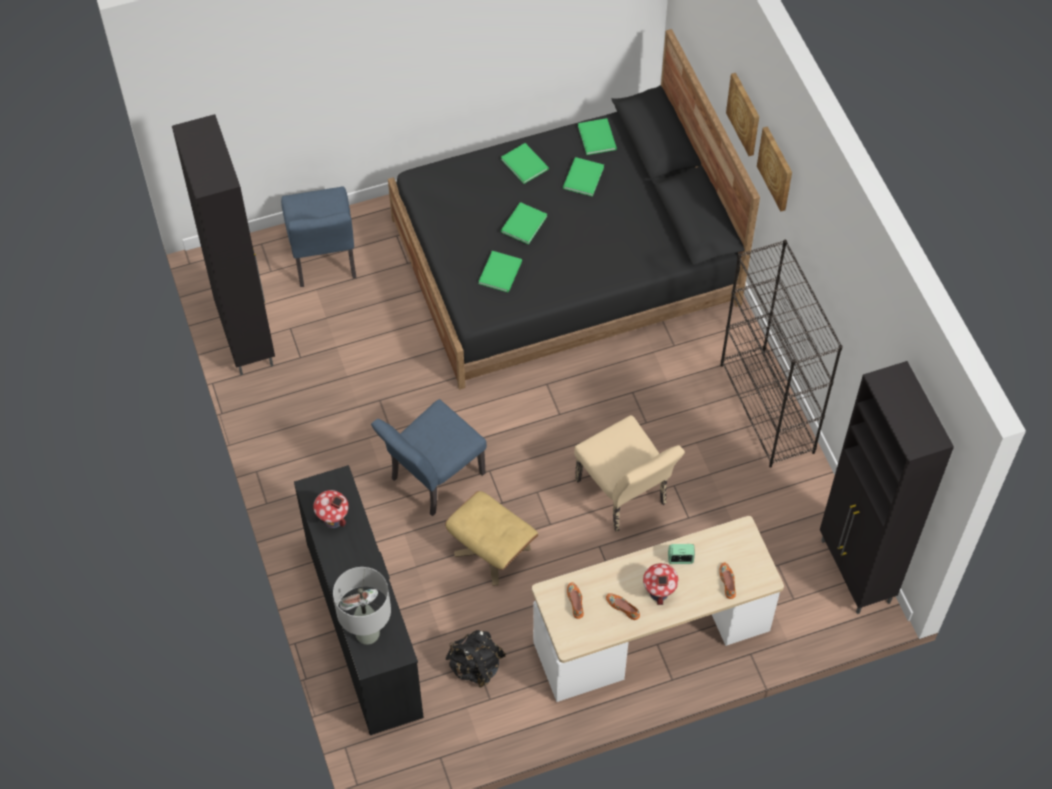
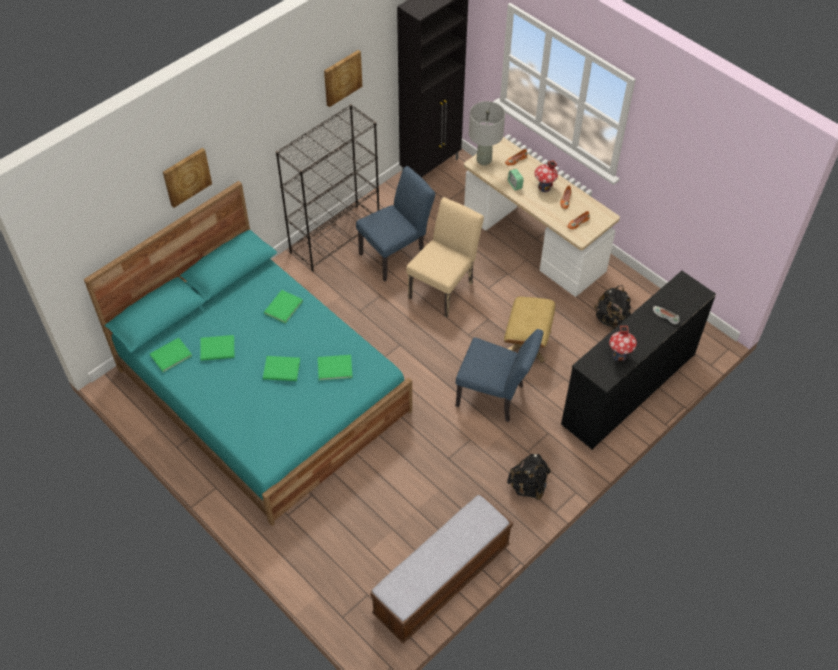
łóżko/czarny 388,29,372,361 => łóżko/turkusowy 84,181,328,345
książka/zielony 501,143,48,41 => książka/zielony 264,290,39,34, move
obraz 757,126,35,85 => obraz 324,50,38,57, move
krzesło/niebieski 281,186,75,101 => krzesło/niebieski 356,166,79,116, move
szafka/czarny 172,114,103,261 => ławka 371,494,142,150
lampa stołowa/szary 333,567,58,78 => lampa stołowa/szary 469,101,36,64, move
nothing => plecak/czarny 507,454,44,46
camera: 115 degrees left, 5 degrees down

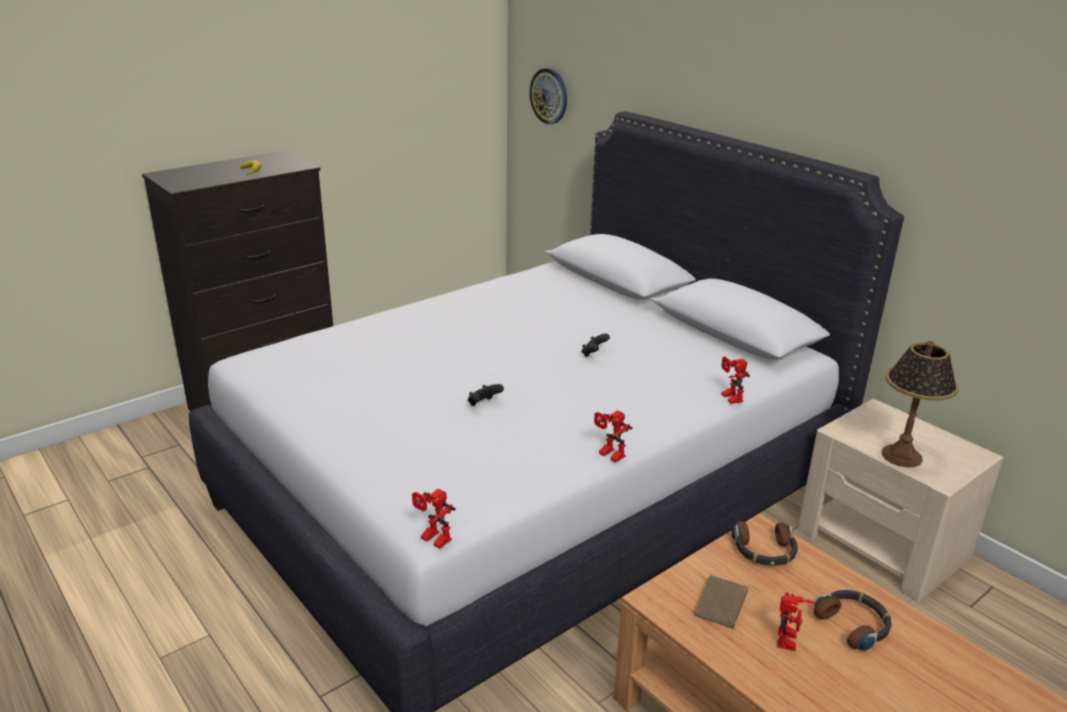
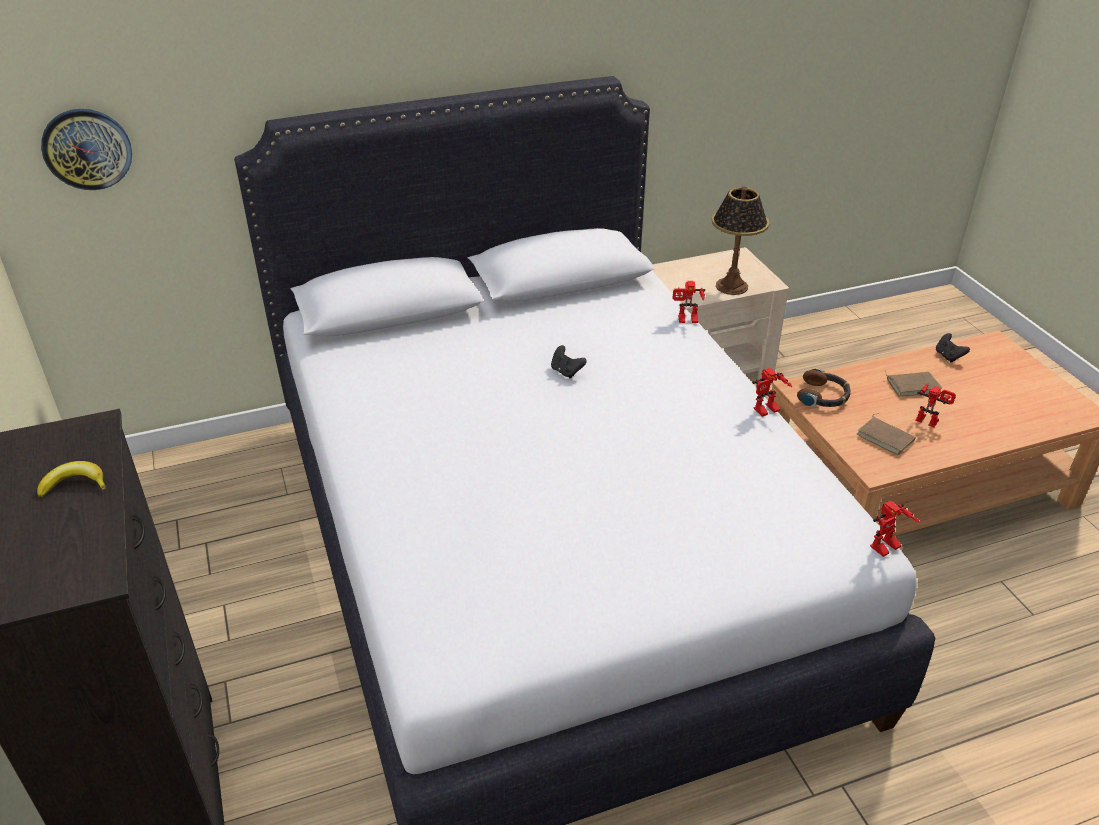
słuchawki 814,590,78,61 => książka/brązowy 884,370,58,27
pad do gier/czarny 468,384,36,22 => pad do gier/czarny 936,333,34,30, move
camera: 70 degrees left, 10 degrees up

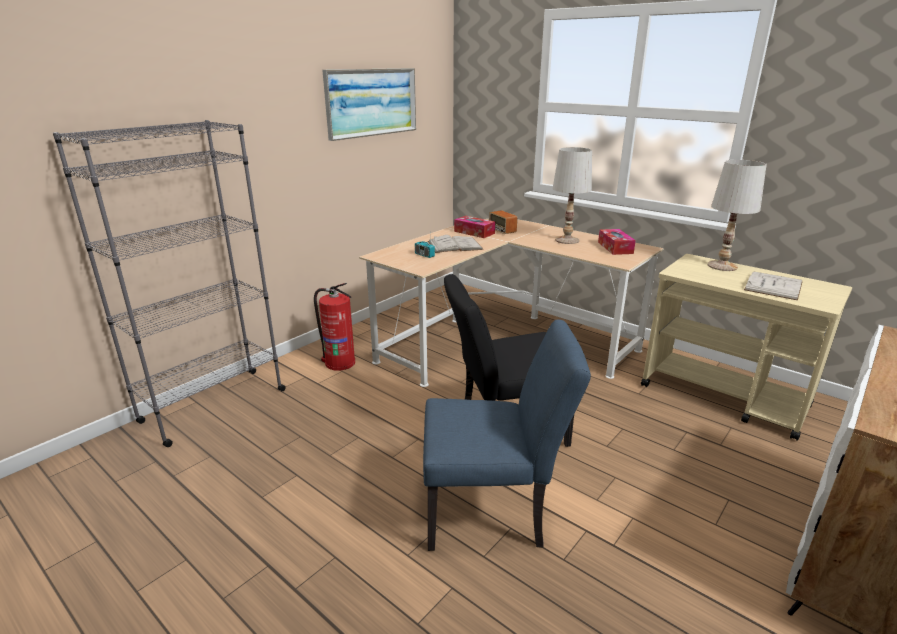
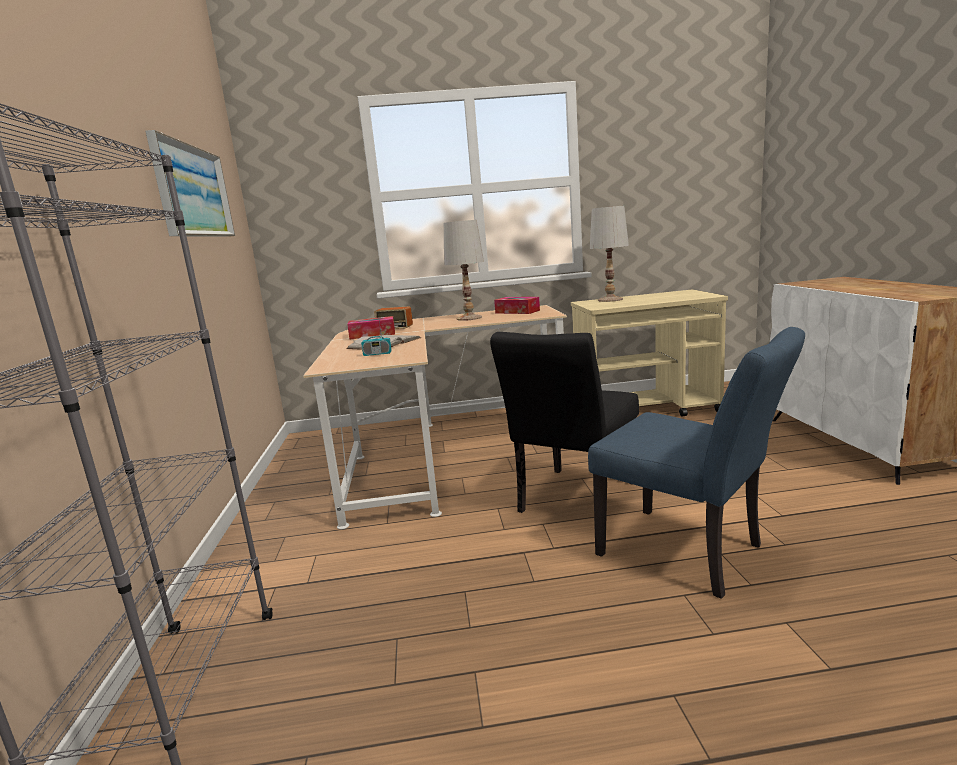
krzesło/niebieski 423,320,168,231 => krzesło/niebieski 588,327,217,272, 90 degrees clockwise
gaśnica 314,283,41,88 => nothing
książka/biały 744,271,59,29 => nothing
camera: 45 degrees left, 10 degrees down

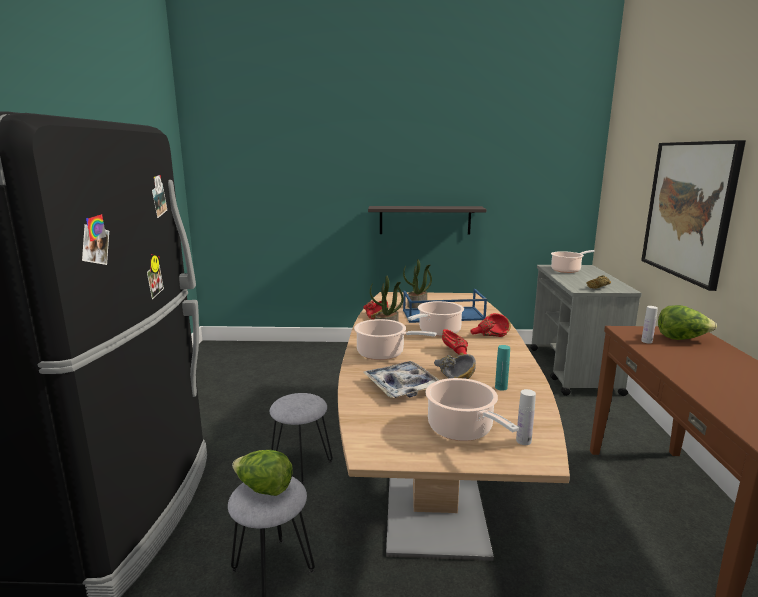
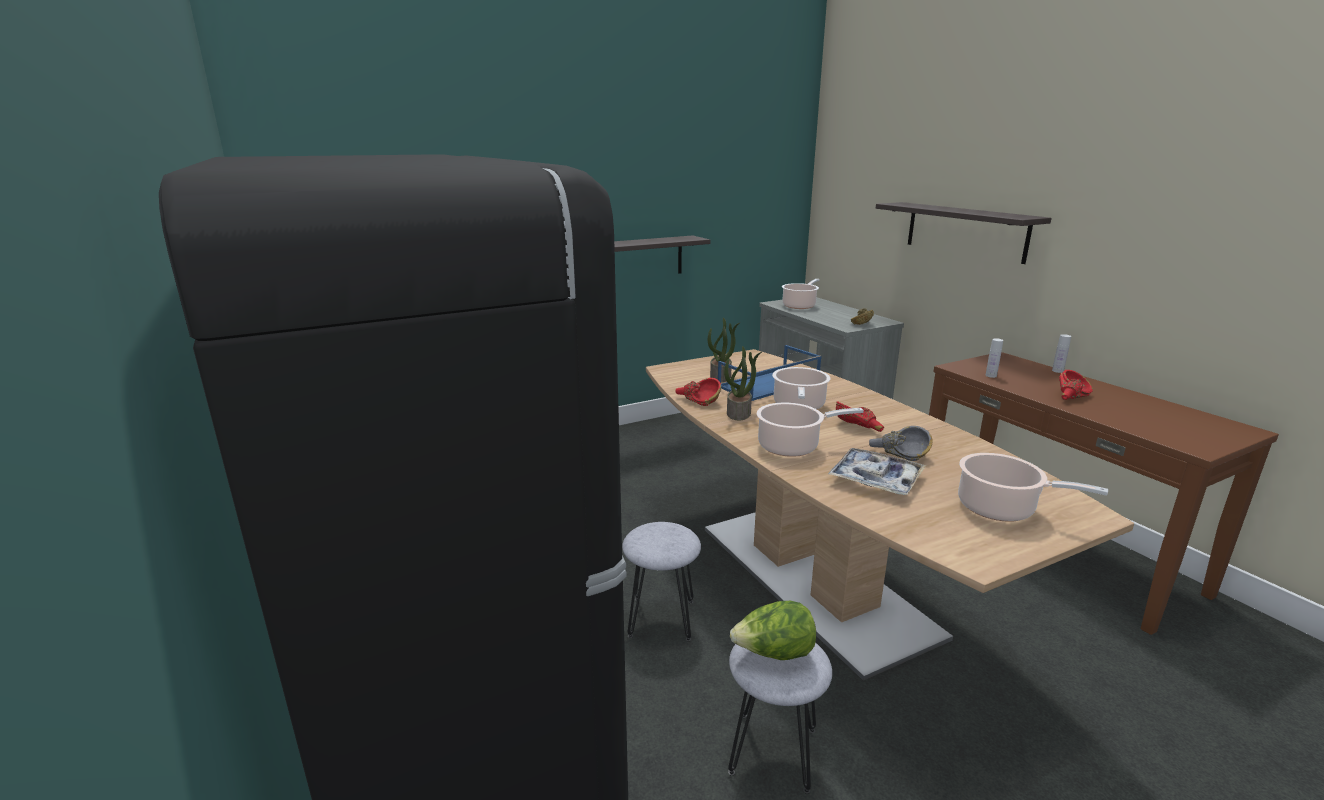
obraz 641,140,105,151 => półka 876,202,176,62
butelka/biały 516,389,20,56 => butelka/biały 1052,334,19,39, move
miska/czerwony 470,313,41,24 => miska/czerwony 1059,370,34,30, move
butelka/turkusowy 495,345,15,46 => nothing
sałata 658,305,59,35 => nothing
camera: 30 degrees left, 5 degrees up

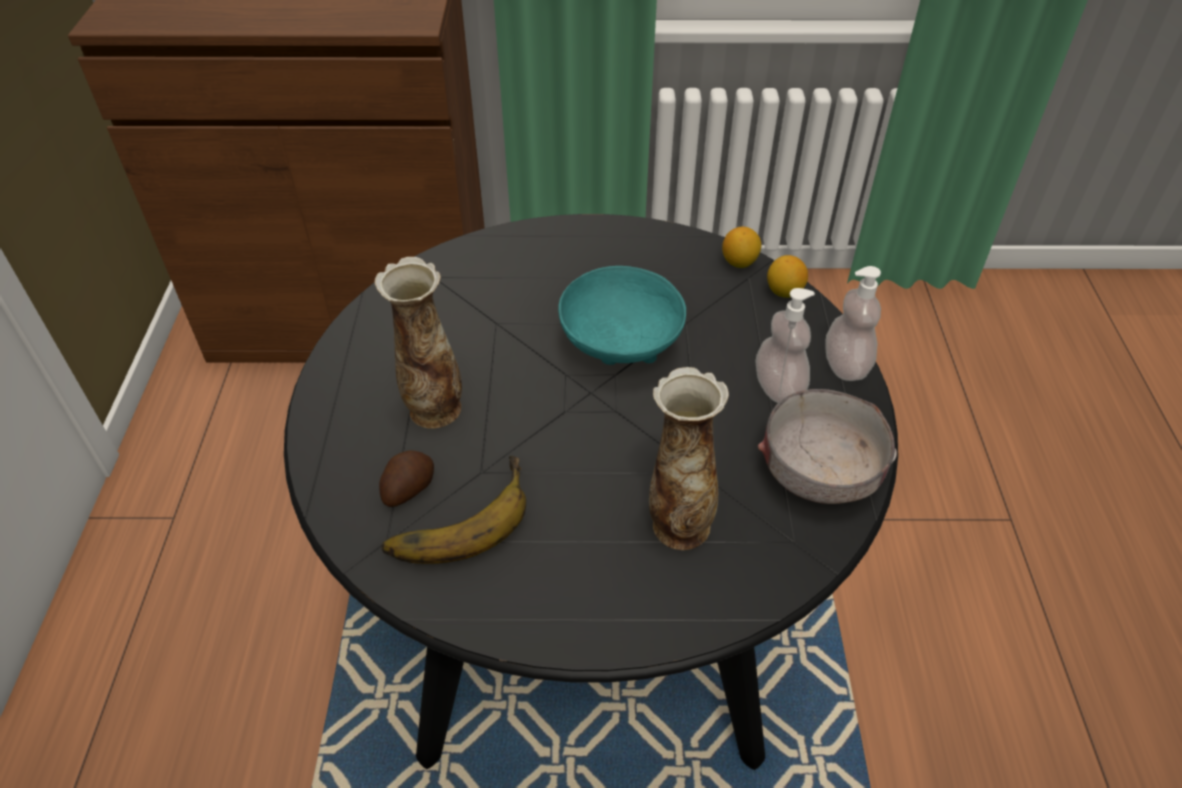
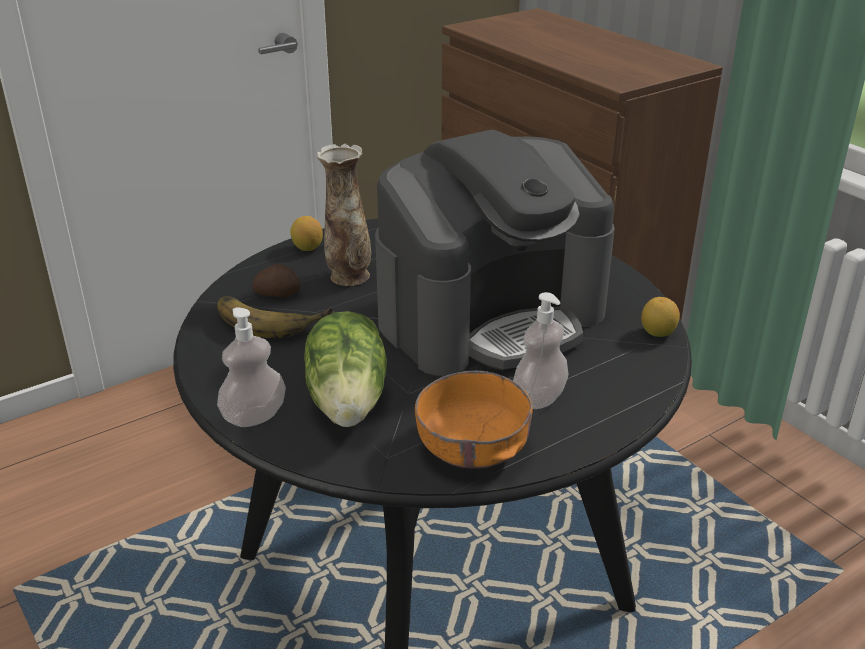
dozownik mydła 825,266,56,115 => dozownik mydła 217,307,69,120, move
cytryna 767,255,41,43 => cytryna 290,216,33,35, move
wazon 649,367,80,183 => sałata 304,311,83,116
miska/turkusowy 558,266,128,99 => ekspres do kawy 375,129,240,247
miska/szary 758,389,139,115 => miska/pomarańczowy 415,371,118,98
camera: 55 degrees right, 15 degrees down

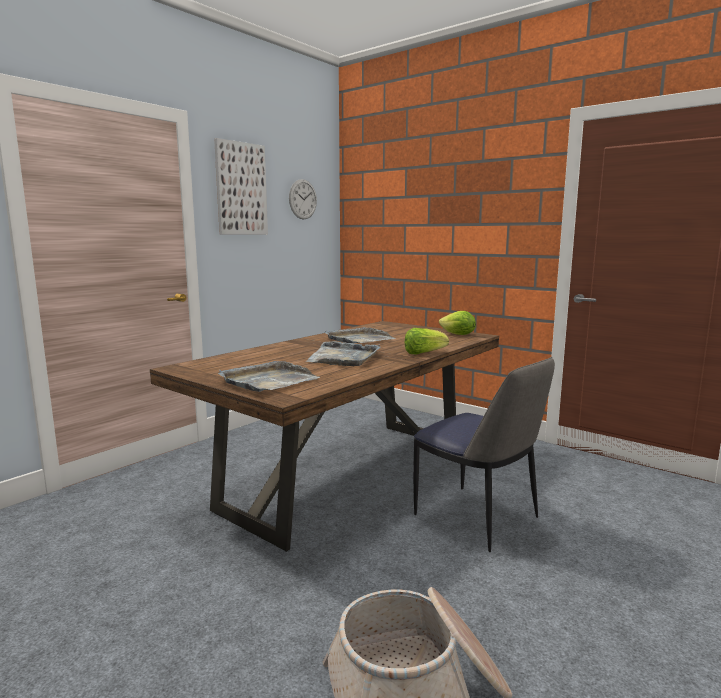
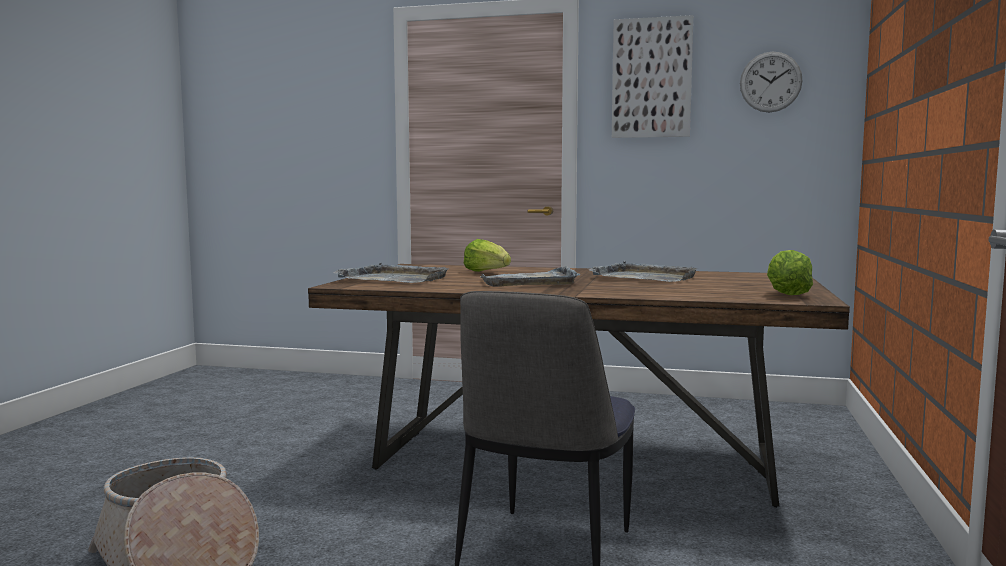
sałata 405,328,44,27 => sałata 463,239,48,33, move
camera: 65 degrees right, 5 degrees down

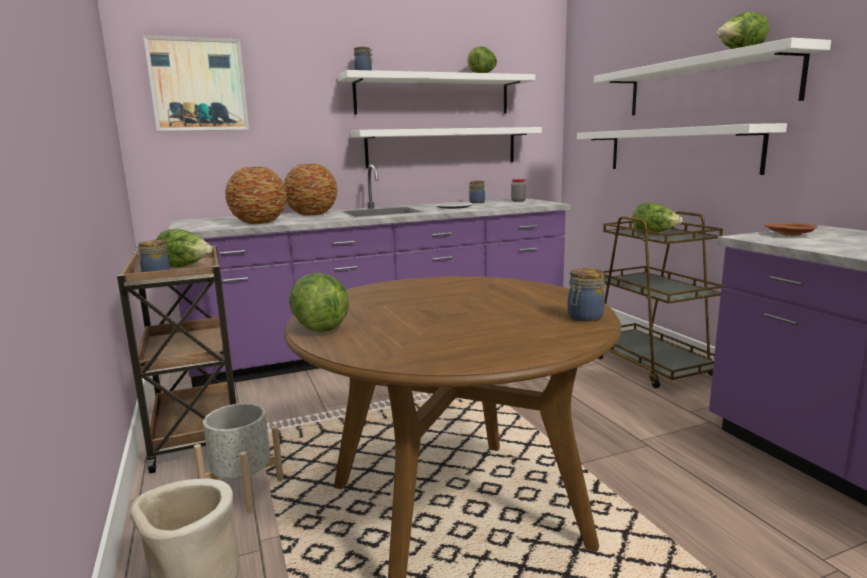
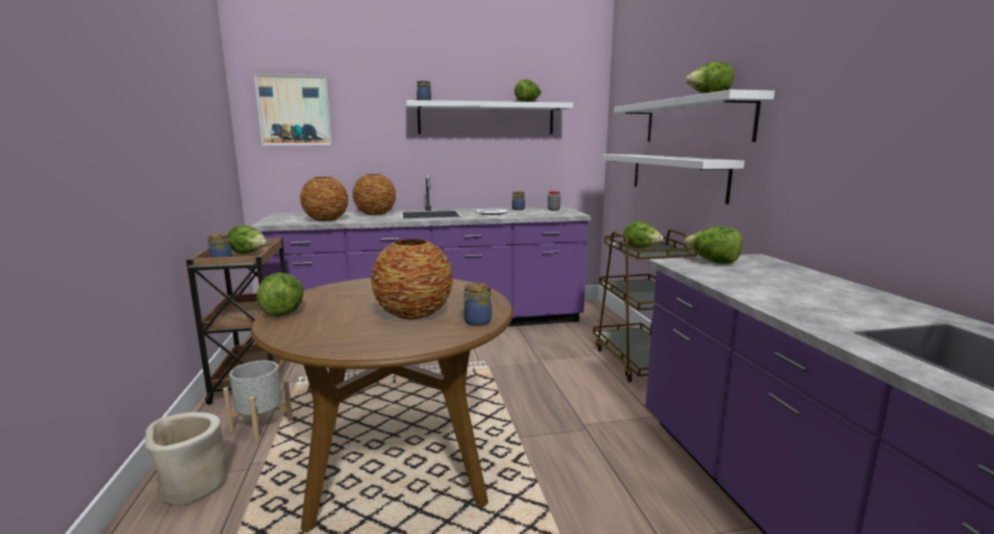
nothing => wazon 371,239,82,81
talerz/brązowy 765,223,53,13 => sałata 684,226,59,38
półka/biały 350,127,192,41 => nothing
camera: 10 degrees right, 0 degrees up

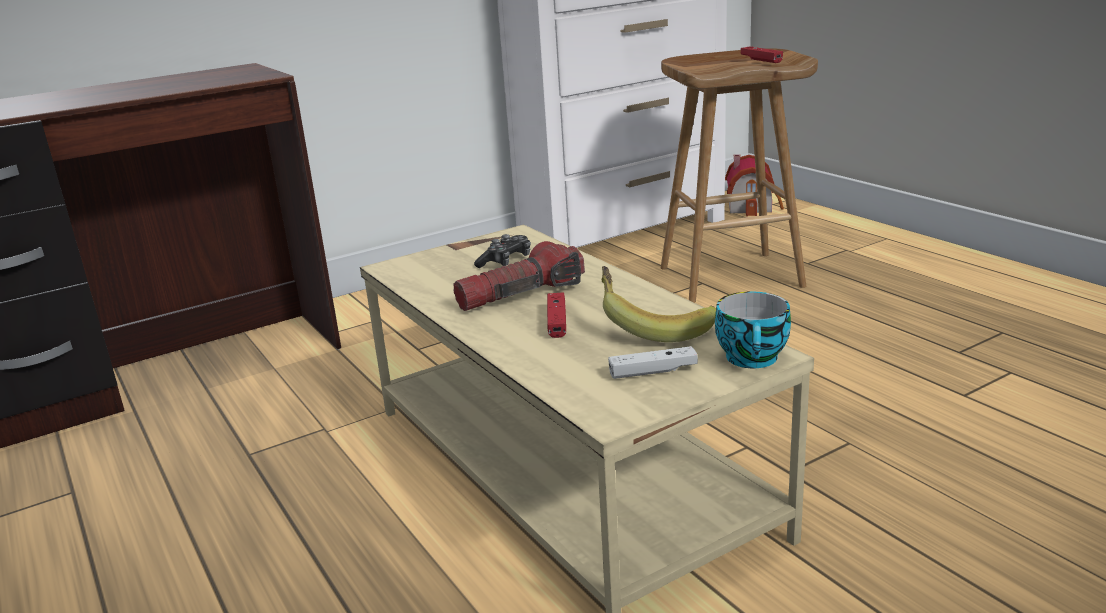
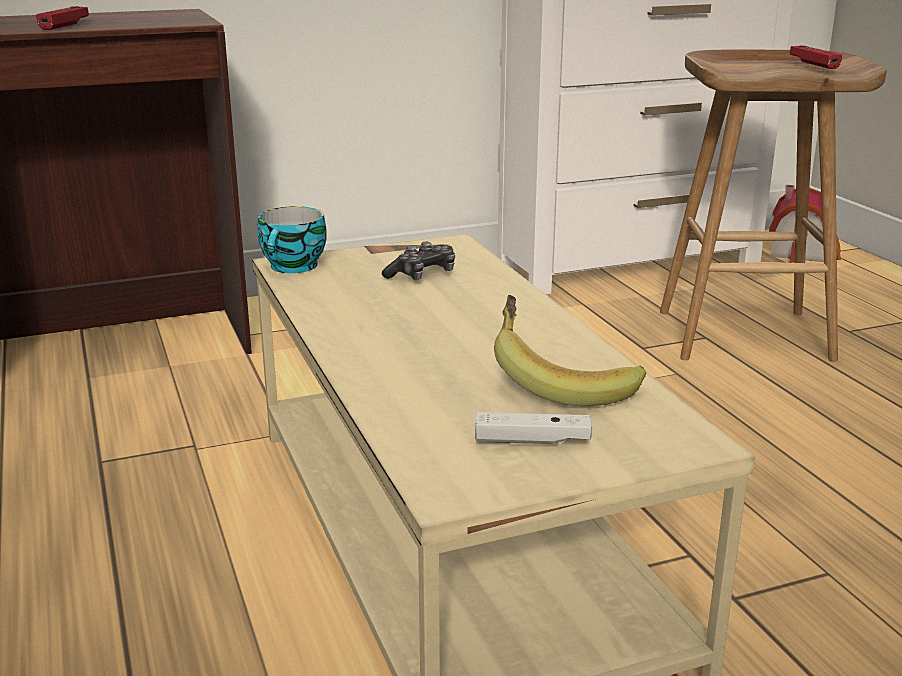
pad do gier/czerwony 547,292,19,46 => pad do gier/czerwony 36,6,53,24, move
filiżanka 715,291,76,77 => filiżanka 257,206,69,67, move
latarka 453,241,132,70 => nothing
camera: 10 degrees right, 0 degrees up

